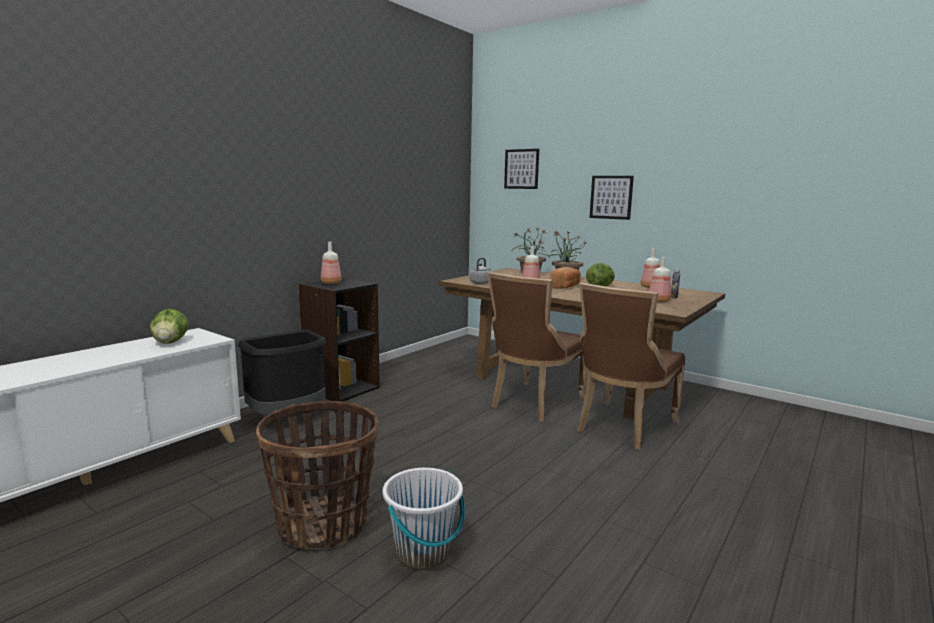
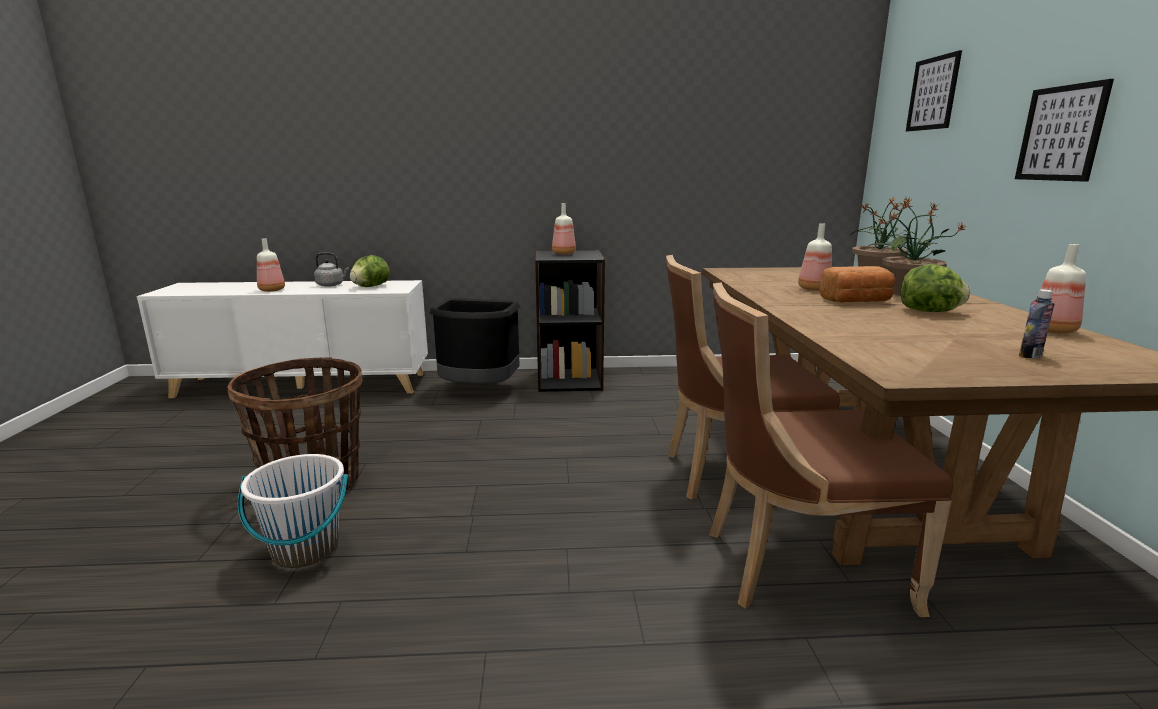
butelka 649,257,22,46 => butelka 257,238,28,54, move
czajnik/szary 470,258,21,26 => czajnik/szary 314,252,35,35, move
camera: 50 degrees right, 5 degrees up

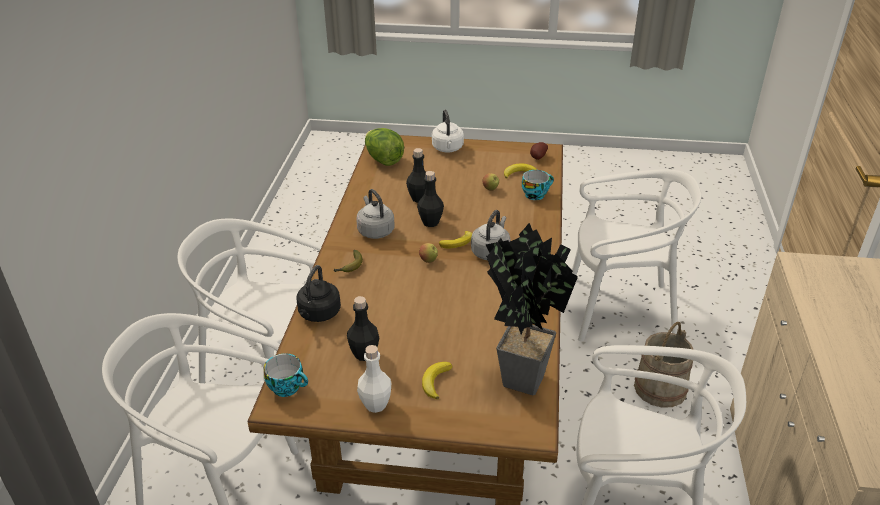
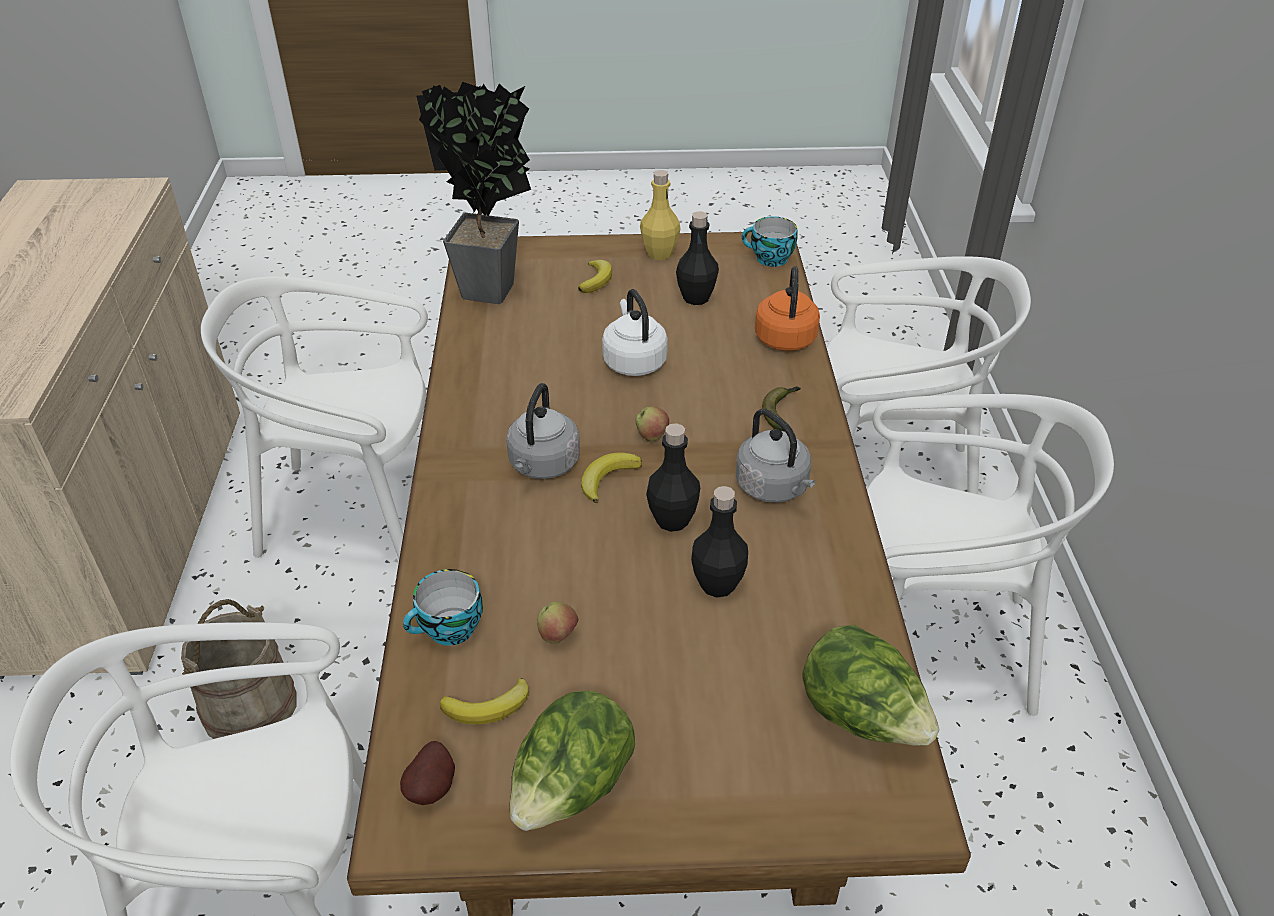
nothing => sałata 510,691,125,140
czajnik/biały 432,109,32,43 => czajnik/biały 602,289,66,87, move
butelka/biały 357,345,34,68 => butelka/żółty 640,170,40,90
czajnik/czarny 296,265,45,57 => czajnik/pomarańczowy 755,266,65,85
camera: 170 degrees right, 5 degrees up

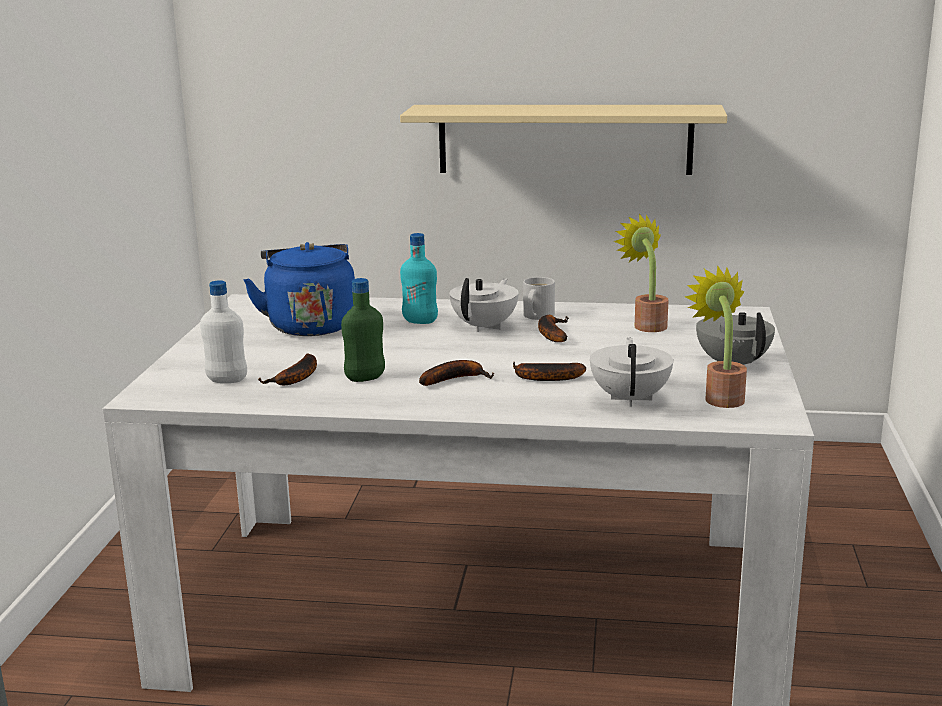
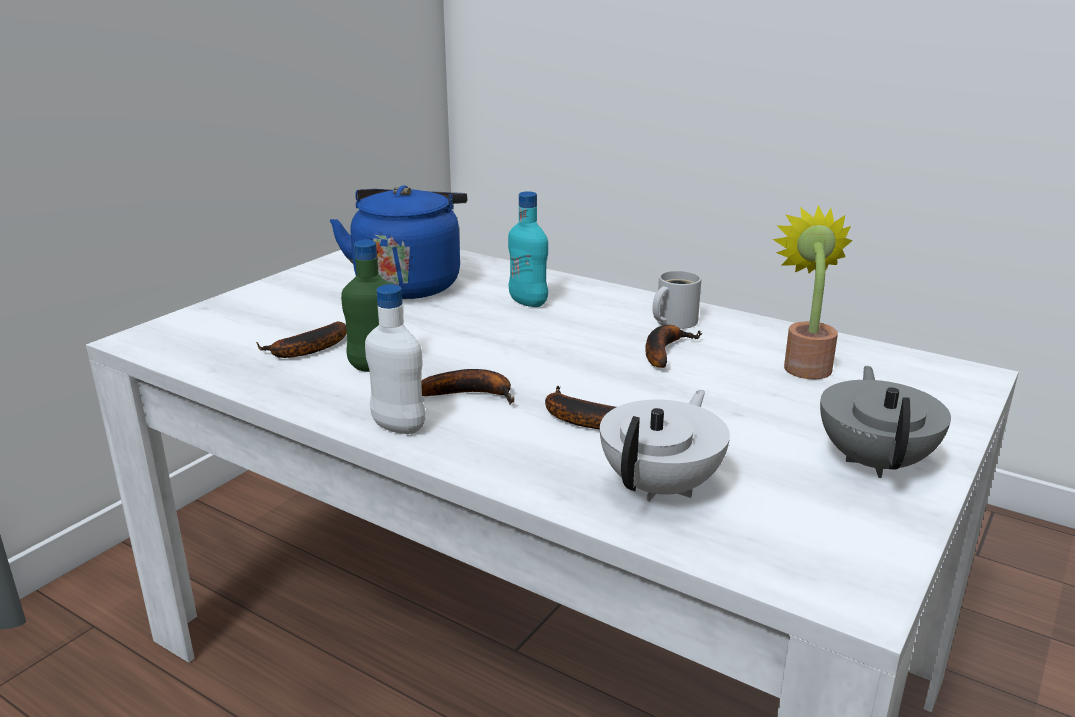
butelka/biały 200,280,47,103 => butelka/biały 365,284,61,150, move
półka/beżowy 400,105,327,70 => nothing
imbryk/biały 449,278,70,54 => nothing
roślina doniczkowa 685,265,62,143 => nothing
camera: 25 degrees right, 5 degrees up

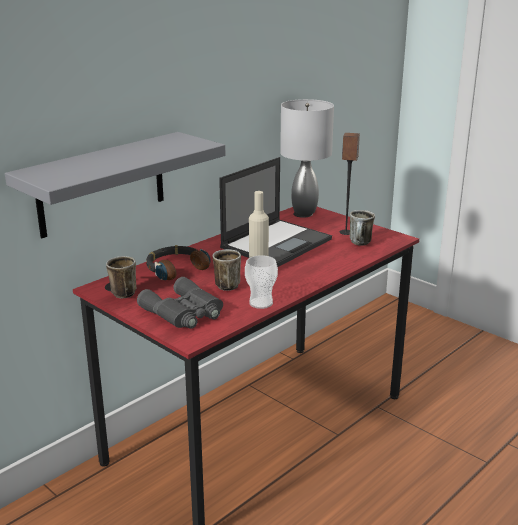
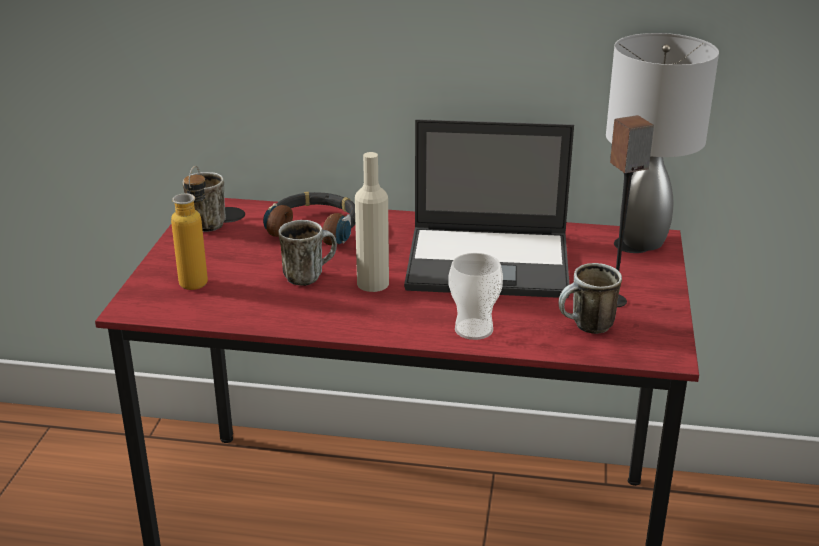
lornetka/szary 137,277,86,52 => butelka 171,166,37,124
filiżanka 245,255,33,54 => filiżanka 448,253,55,87, move
półka/szary 5,132,220,106 => nothing
camera: 55 degrees right, 5 degrees up

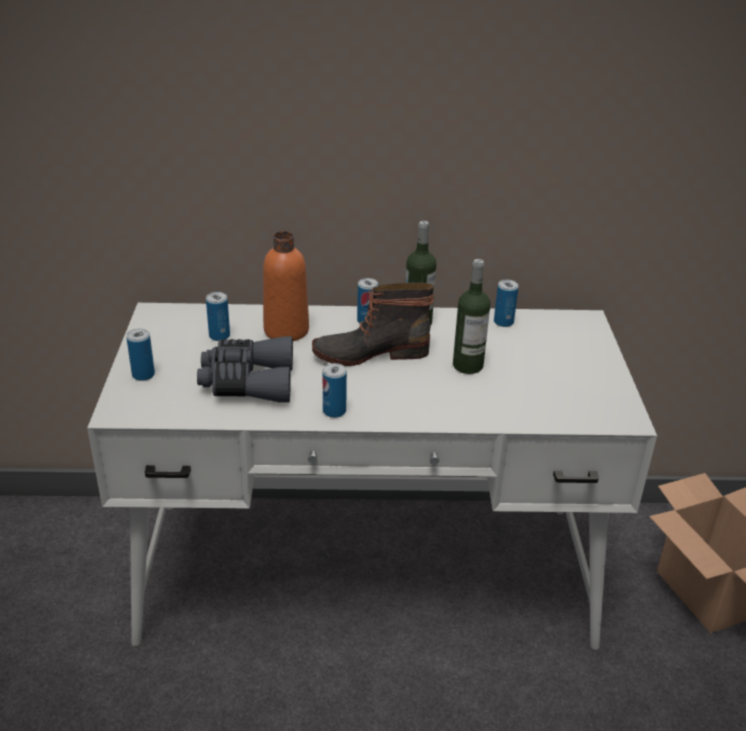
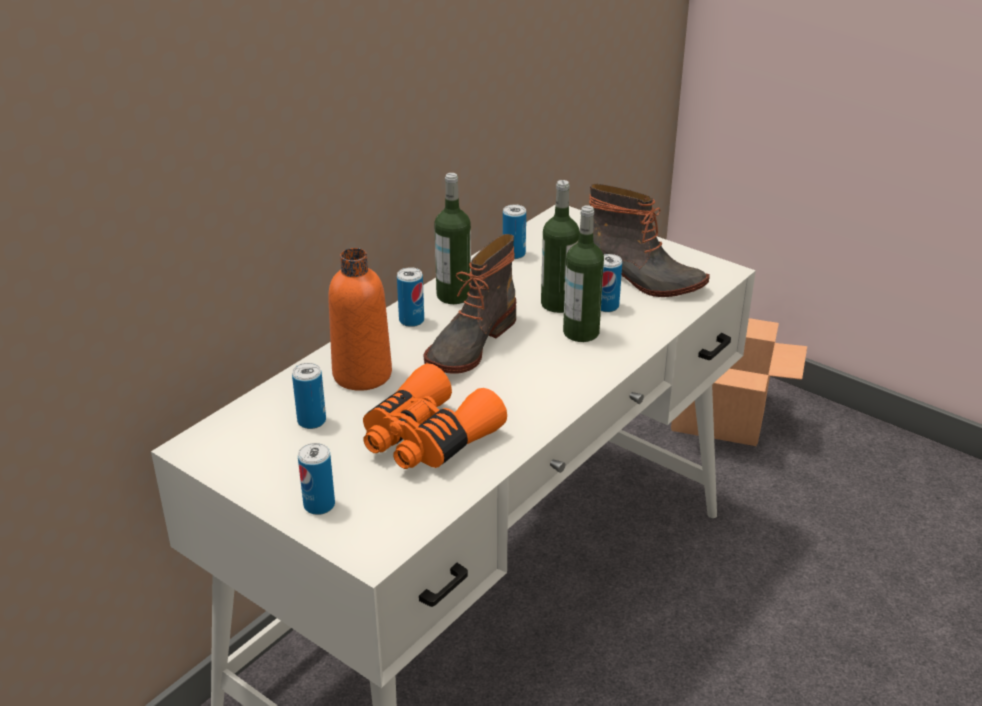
lornetka/szary 197,336,96,67 => lornetka/pomarańczowy 363,363,144,106
nothing => butelka 563,205,41,137
nothing => but z cholewką 589,184,121,113
puszka 323,363,24,55 => puszka 601,254,21,58, move
camera: 50 degrees left, 0 degrees up

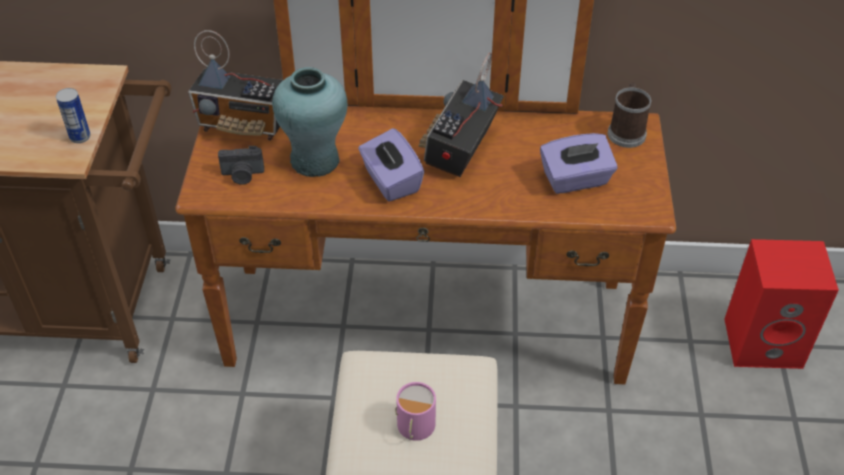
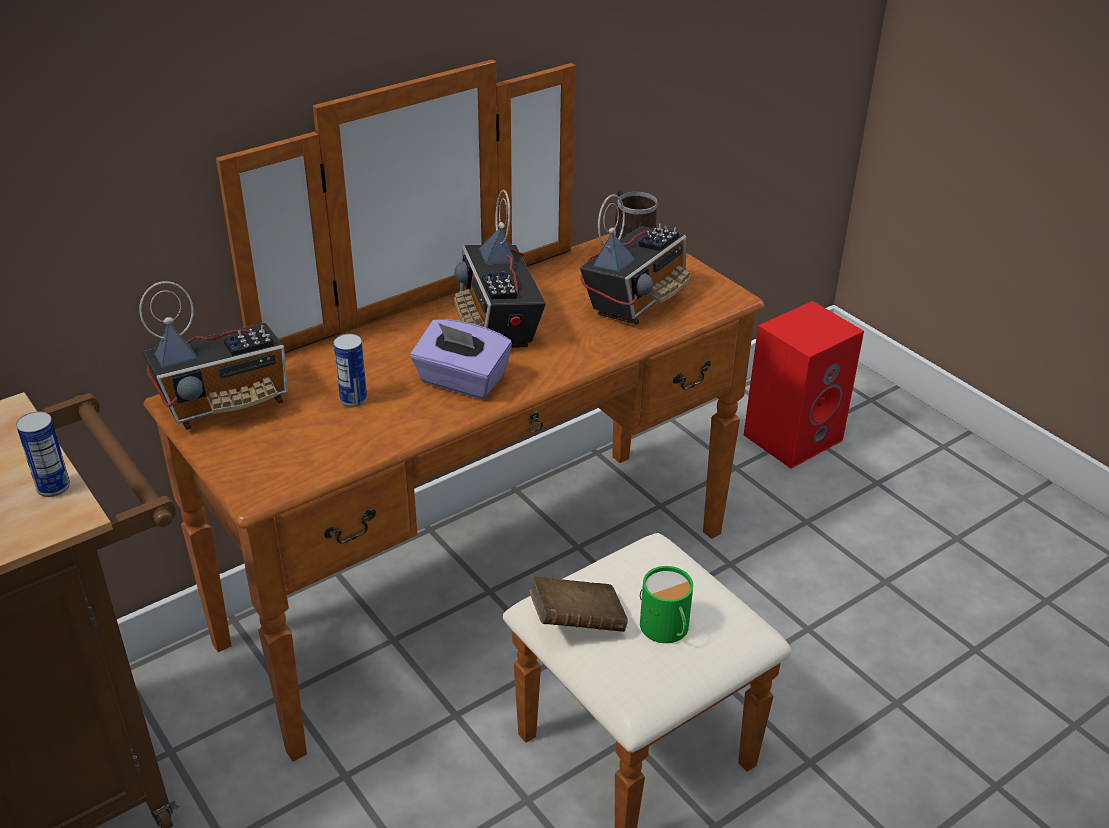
wazon/turkusowy 272,67,75,110 => puszka 333,334,34,73
nothing => książka/brązowy 529,576,98,56
pudełko chusteczek/fioletowy 540,133,78,61 => radio 580,194,111,130
kubek/różowy 395,382,41,59 => kubek/zielony 640,566,53,77
aparat fotograficzny 218,146,46,39 => nothing
camera: 40 degrees left, 10 degrees down

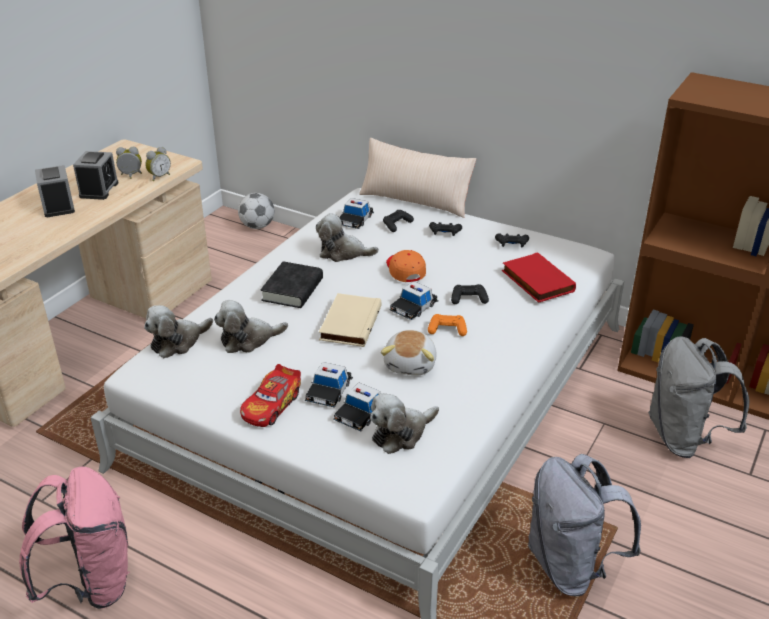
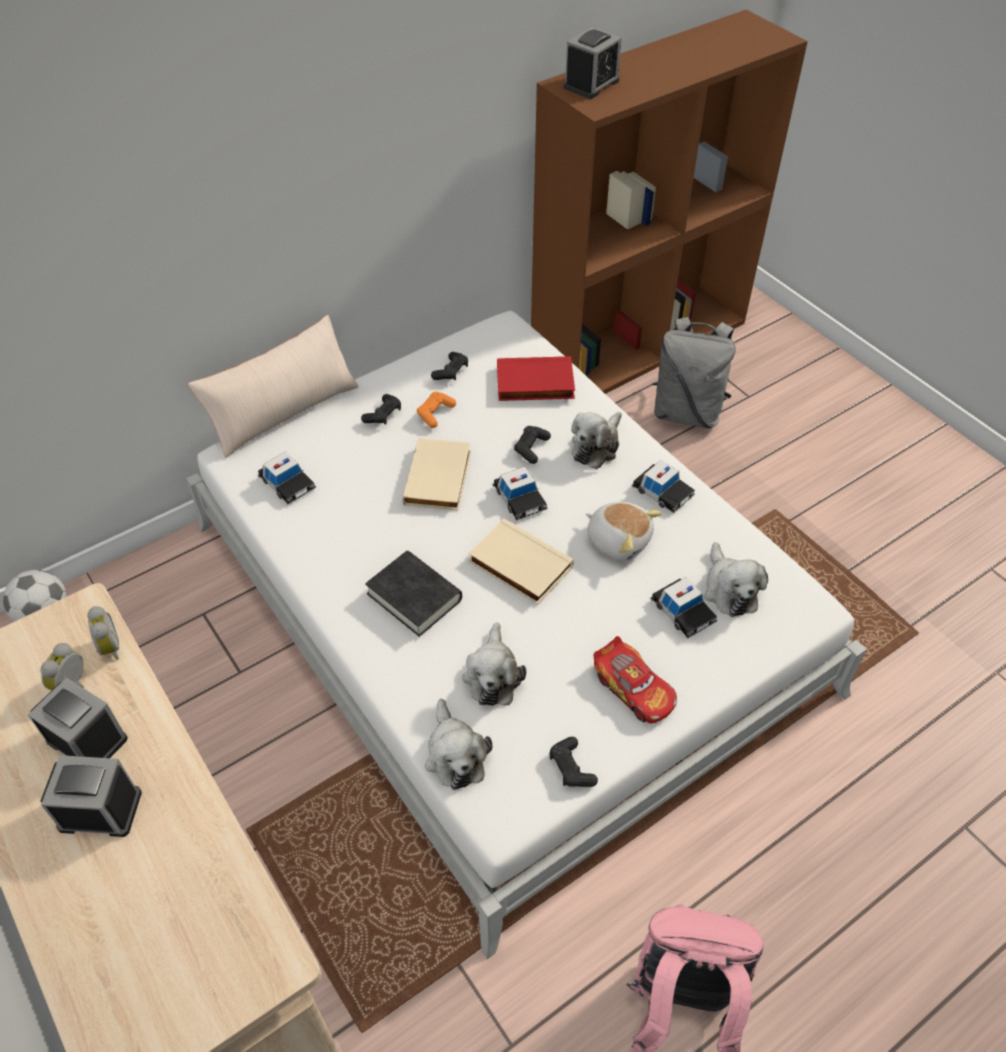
czapka z daszkiem/pomarańczowy 386,250,40,32 => książka/beżowy 402,437,69,73
pad do gier/pomarańczowy 428,314,39,22 => pad do gier/pomarańczowy 417,392,39,36, move
pad do gier/czarny 383,210,31,22 => pad do gier/czarny 549,737,49,50, move
nothing => budzik 564,27,58,72
pluszak 316,213,63,49 => pluszak 571,412,51,57, move
samochodzik 305,362,48,46 => samochodzik 631,460,64,53, move
plecak/szary 528,454,113,142 => nothing
camera: 65 degrees left, 15 degrees up

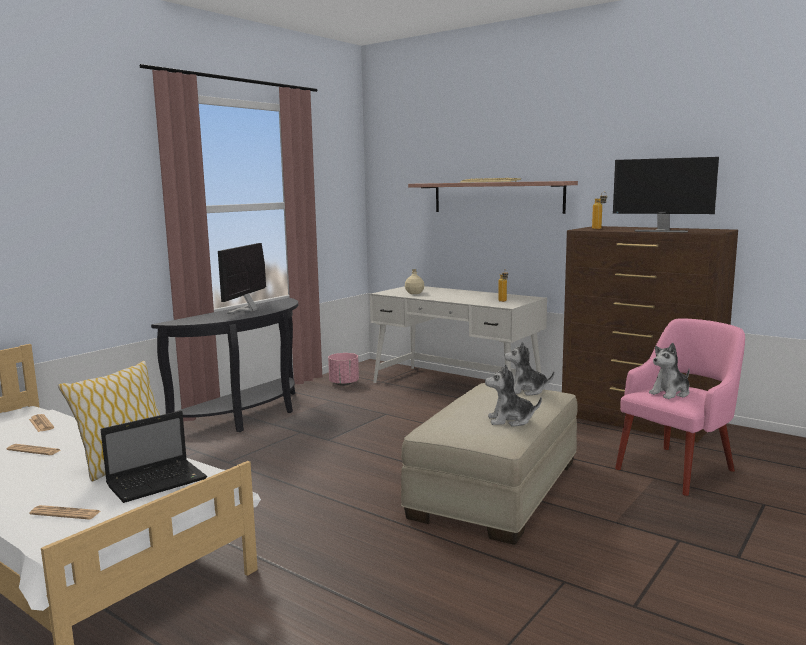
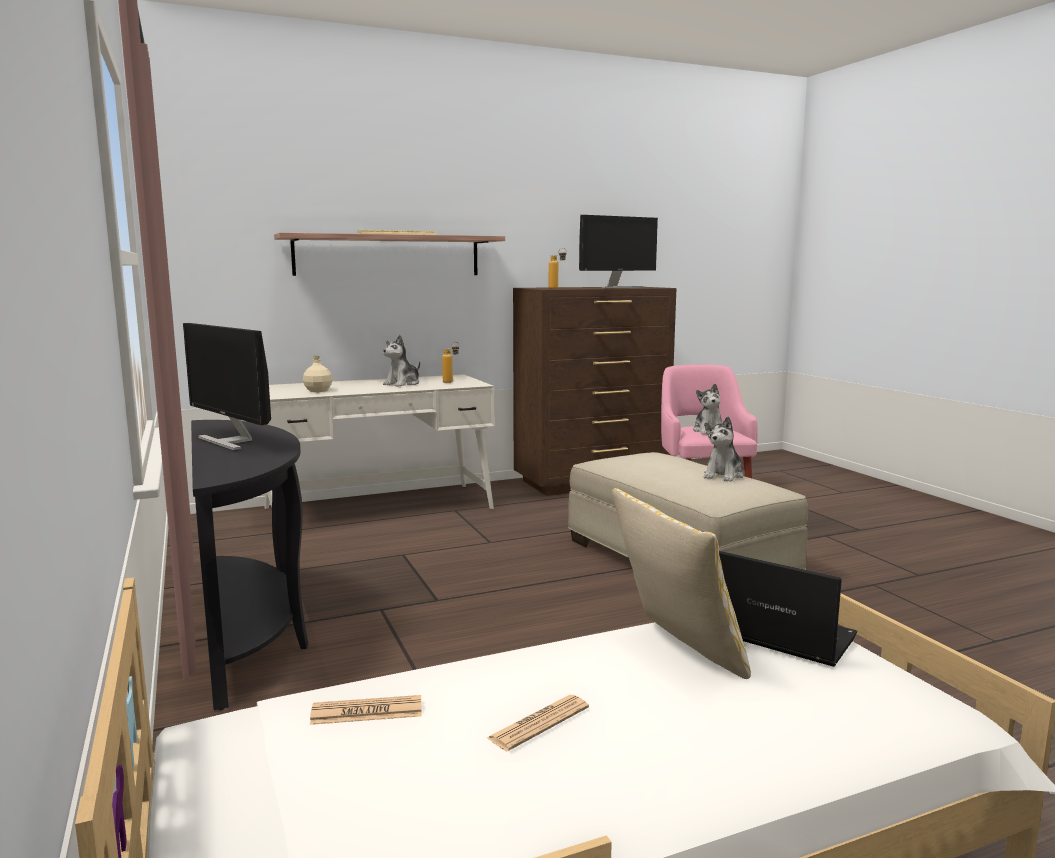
pluszak 504,341,50,55 => pluszak 383,335,37,52, move
laptop 101,411,106,92 => laptop 719,551,138,116, 45 degrees counterclockwise
gazeta 29,505,71,15 => nothing
donica/różowy 328,353,31,33 => nothing
camera: 60 degrees left, 0 degrees up

